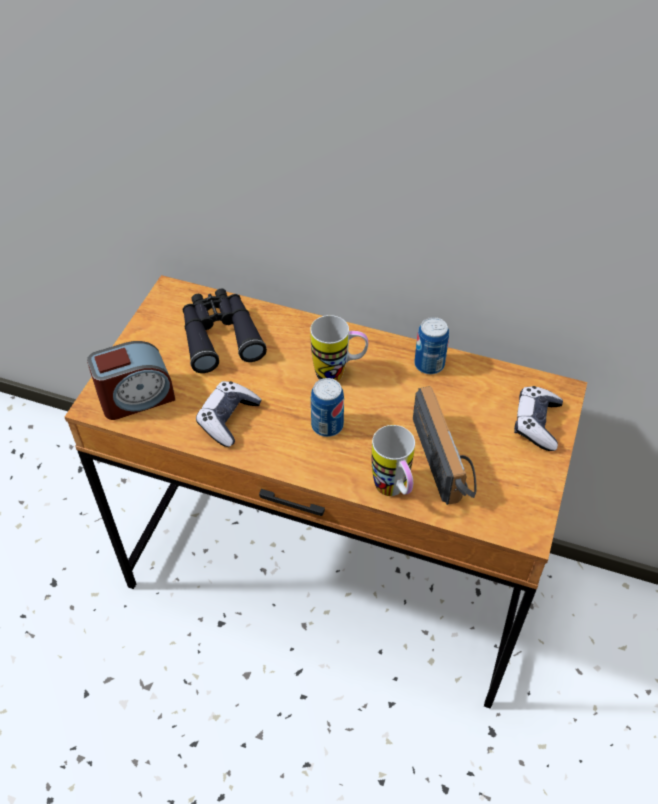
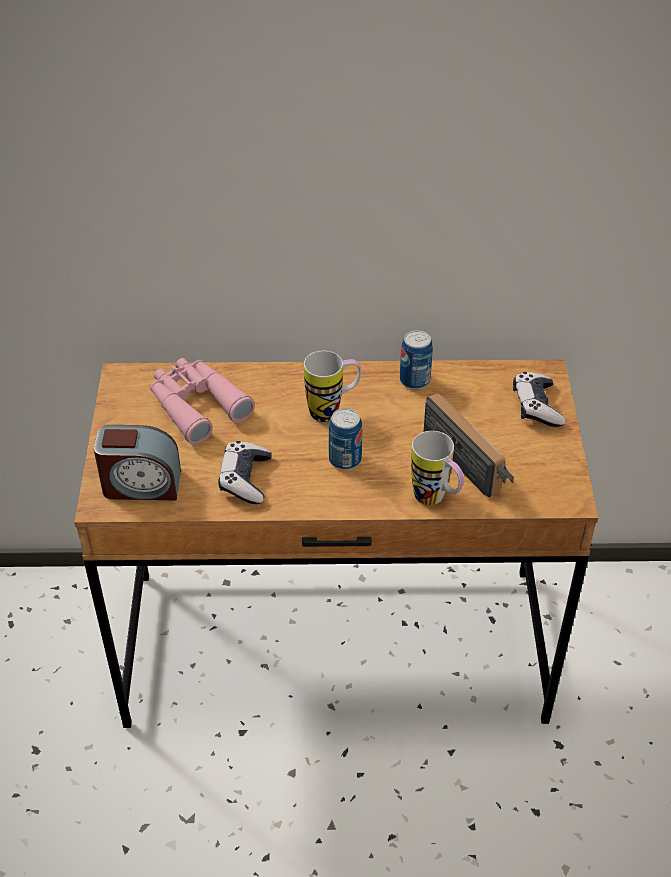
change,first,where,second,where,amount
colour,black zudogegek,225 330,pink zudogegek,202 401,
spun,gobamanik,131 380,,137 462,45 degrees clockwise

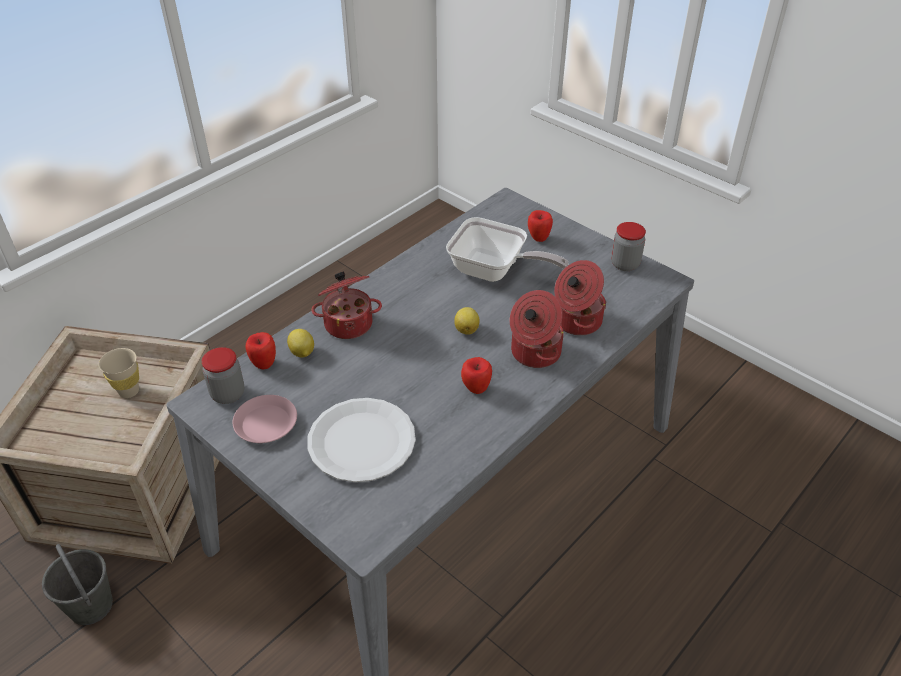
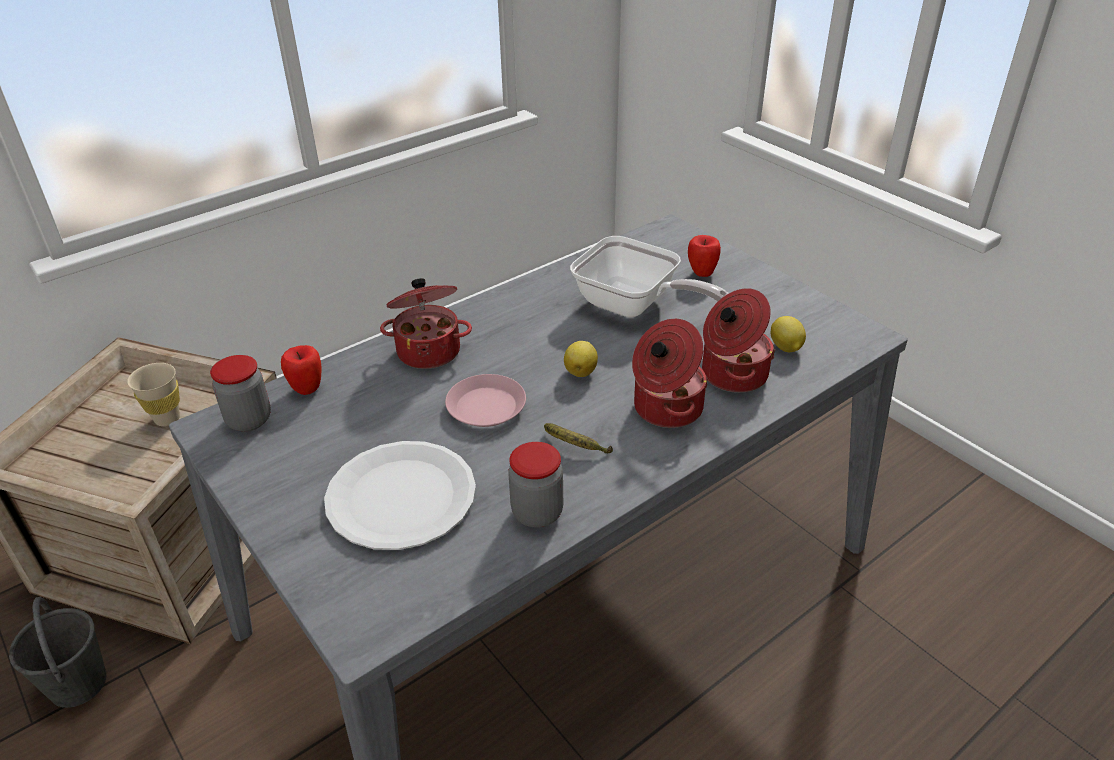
change,first,where,second,where,amount
relocated,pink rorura,265 419,,485 400,
relocated,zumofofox,300 343,,788 334,
relocated,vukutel,628 246,,535 484,
exchanged,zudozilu,476 375,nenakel,578 438,

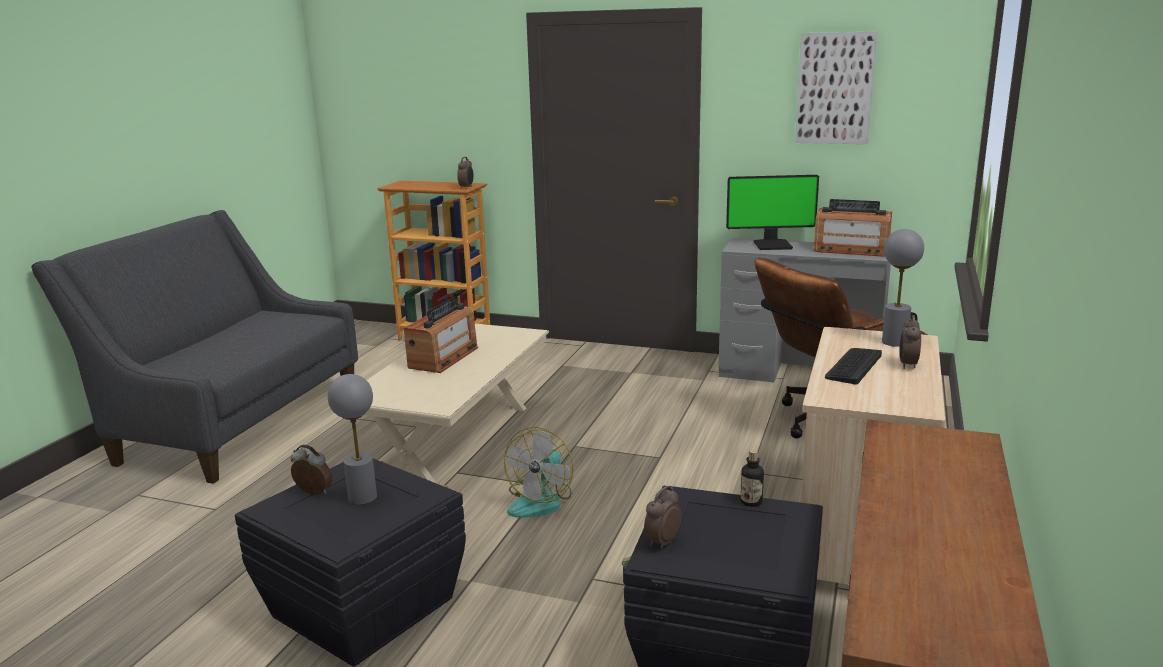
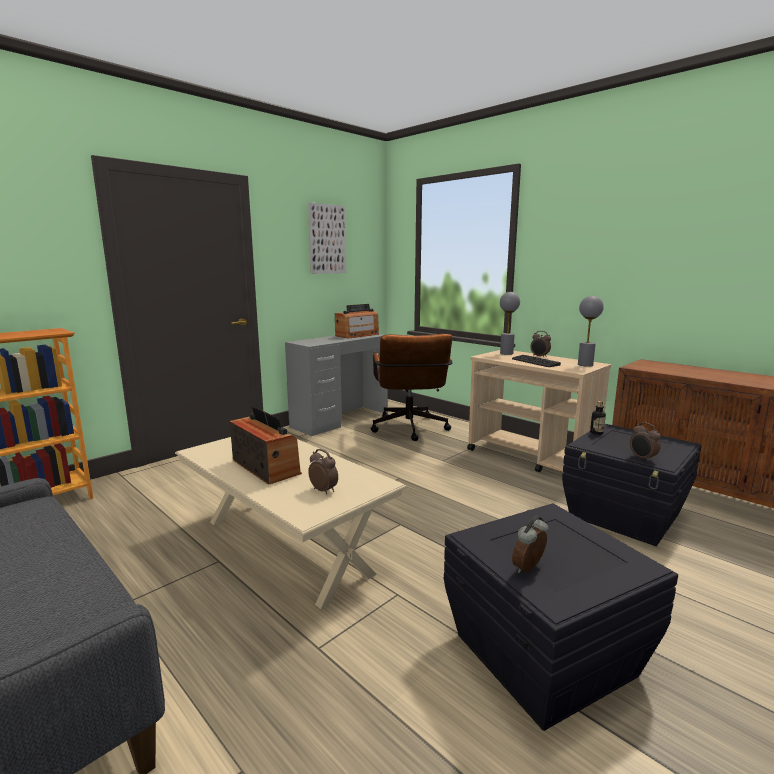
change,first,where,second,where,amount
missing,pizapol,538 472,,,
missing,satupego,772 212,,,
relocated,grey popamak,352 439,,591 331,
relocated,gobamanik,465 173,,323 471,

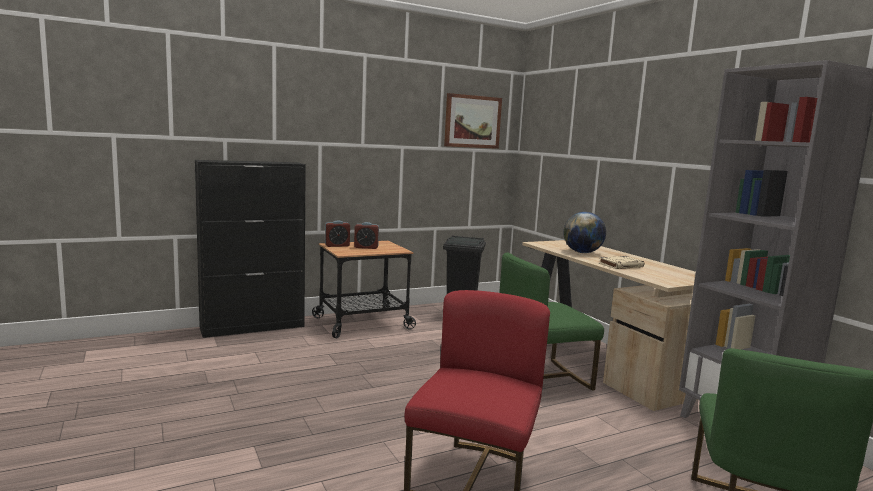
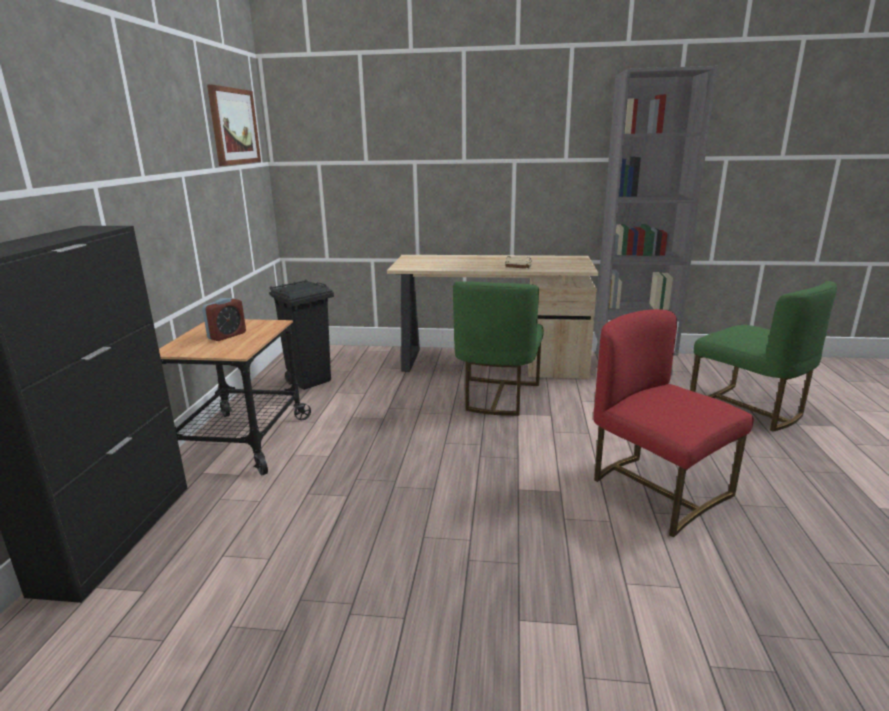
change,first,where,second,where,amount
missing,gobamanik,337 233,,,
missing,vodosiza,584 232,,,

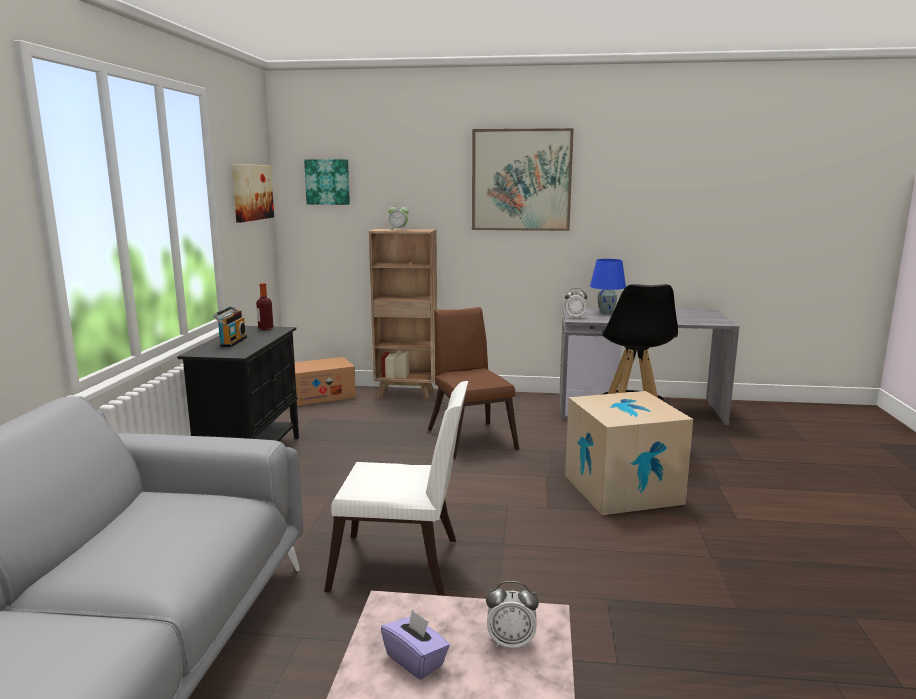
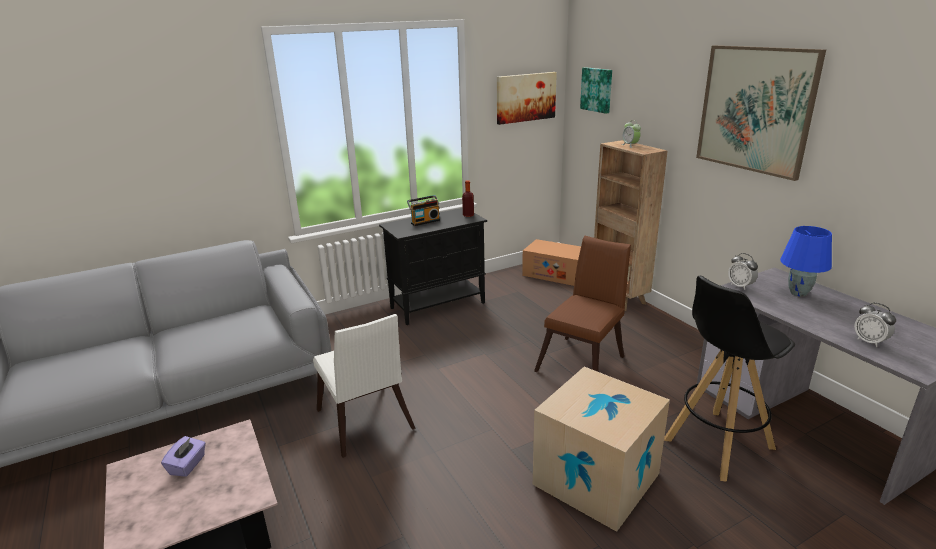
change,first,where,second,where,amount
relocated,gobamanik,512 615,,875 325,

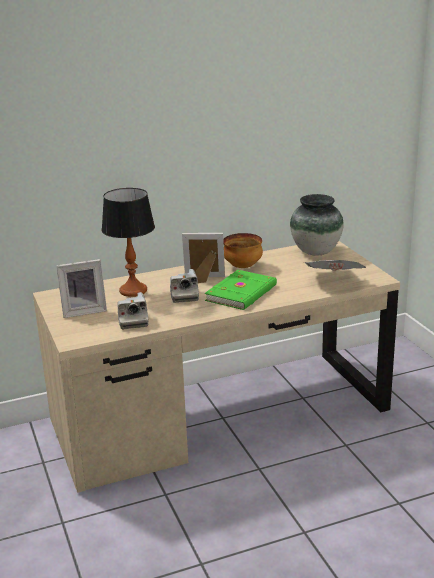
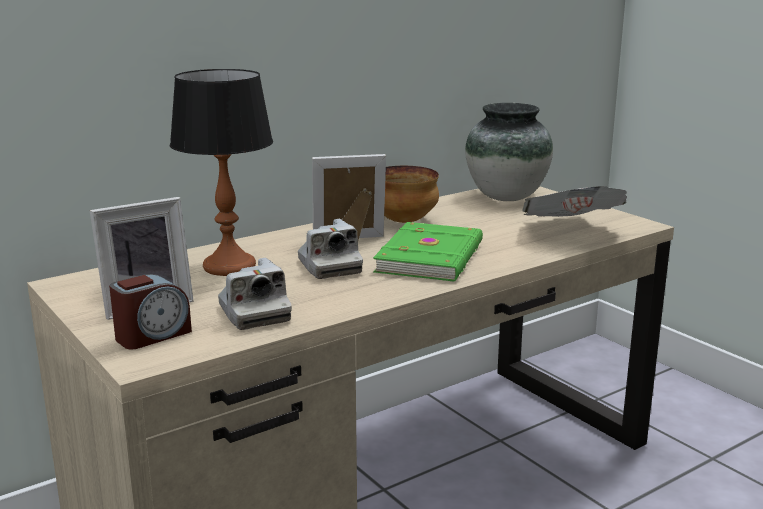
change,first,where,second,where,amount
appeared,,,gobamanik,150 312,

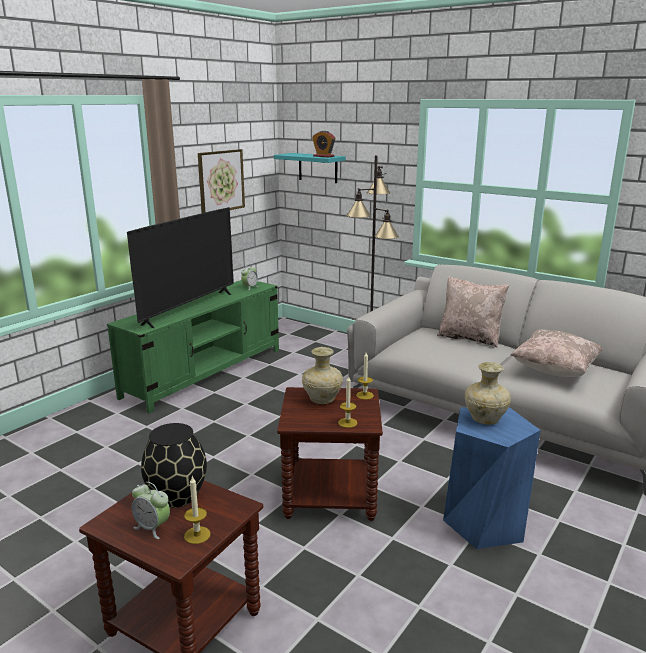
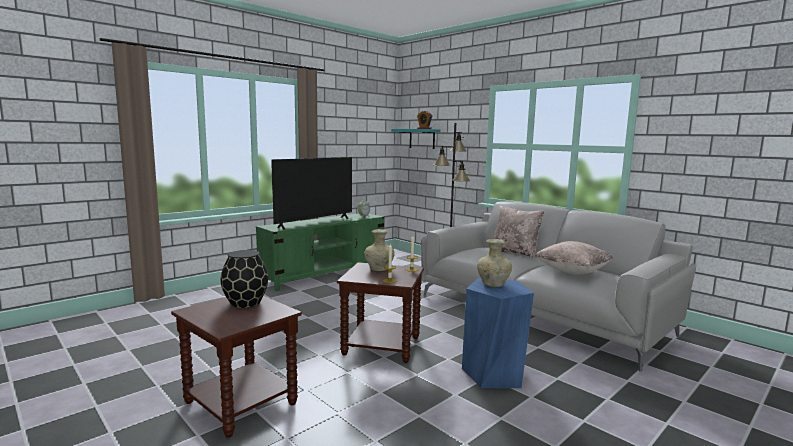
change,first,where,second,where,amount
missing,gobamanik,151 510,,,
missing,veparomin,197 510,,,
missing,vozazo,221 181,,,

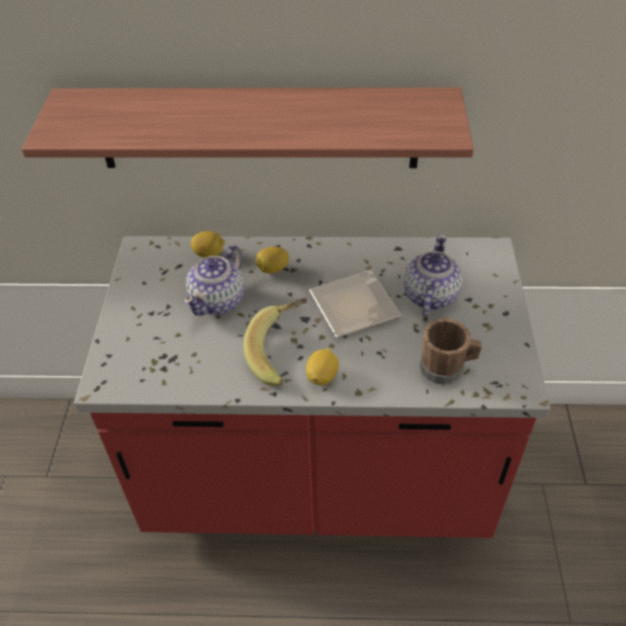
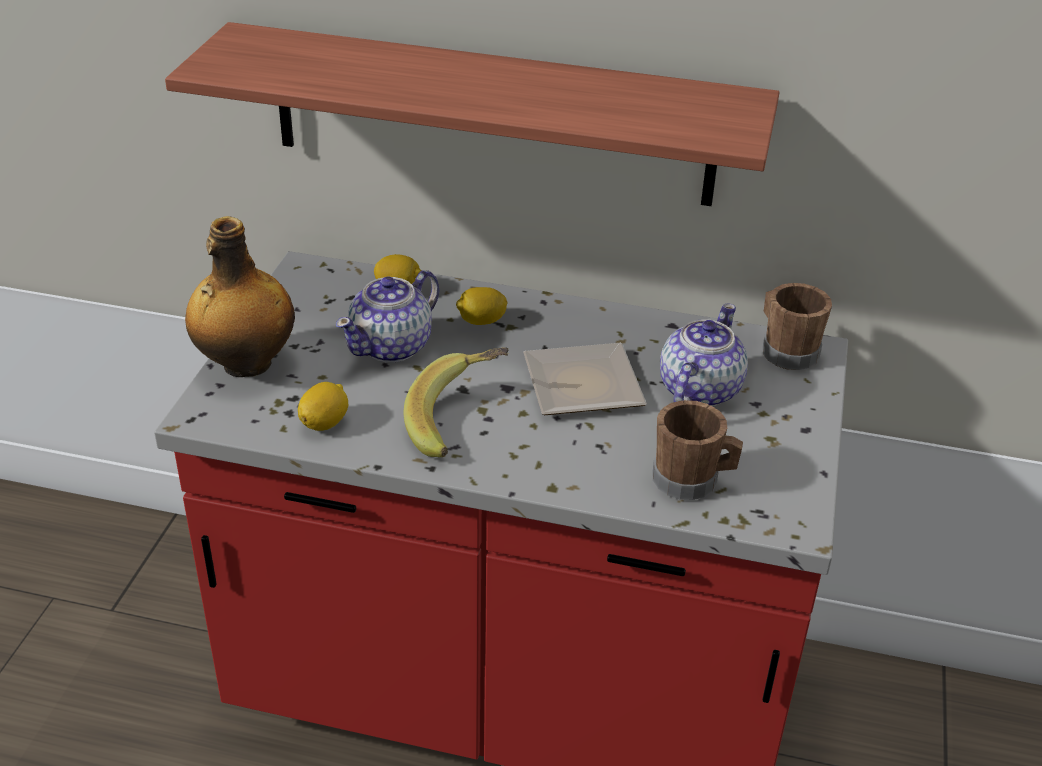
change,first,where,second,where,amount
appeared,,,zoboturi,240 296,
appeared,,,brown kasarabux,797 326,
relocated,zumofofox,322 367,,323 406,

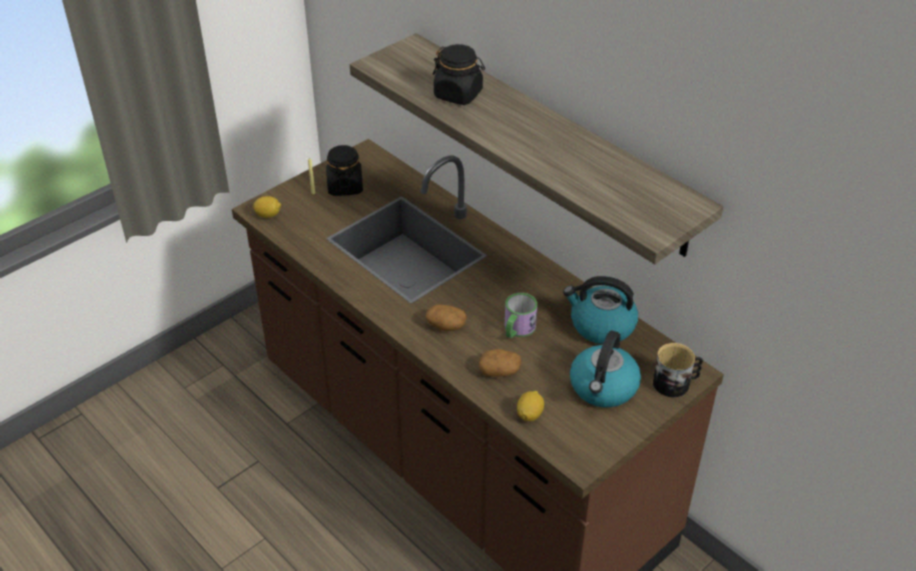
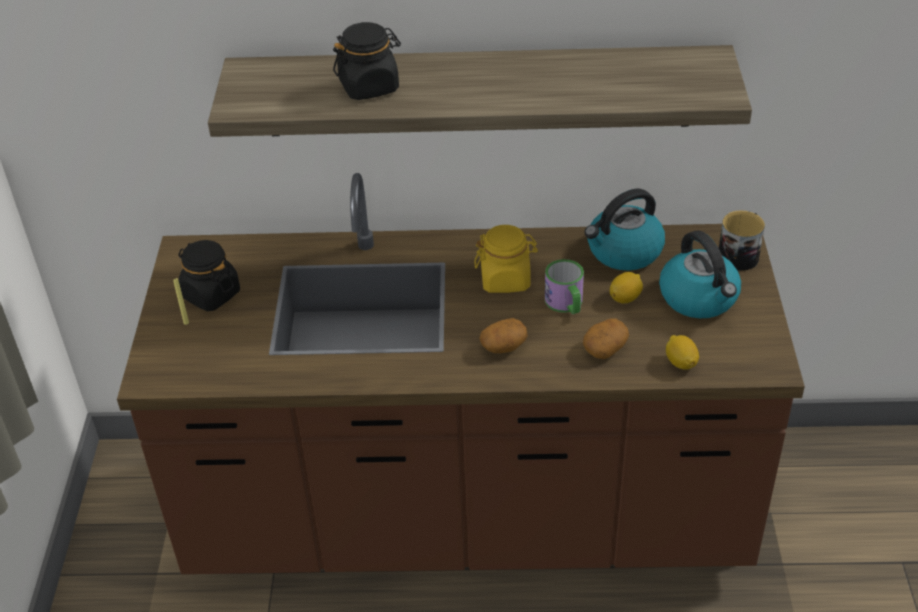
change,first,where,second,where,amount
appeared,,,yellow vukutel,506 259,
relocated,zumofofox,267 207,,626 288,

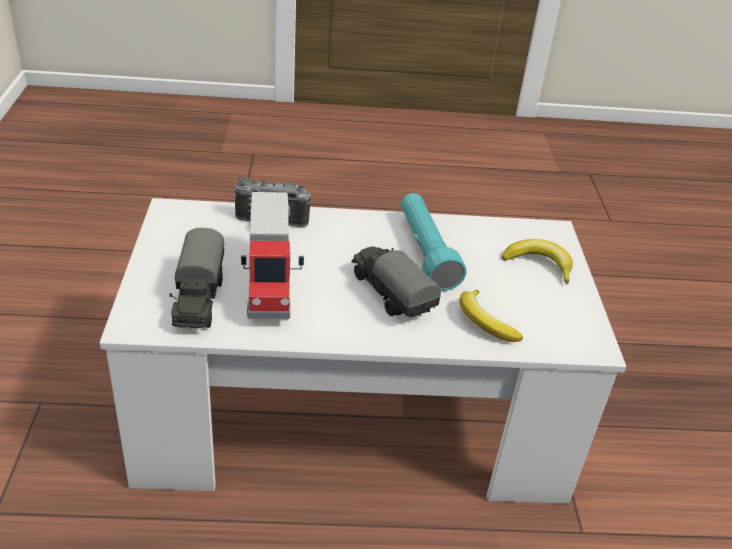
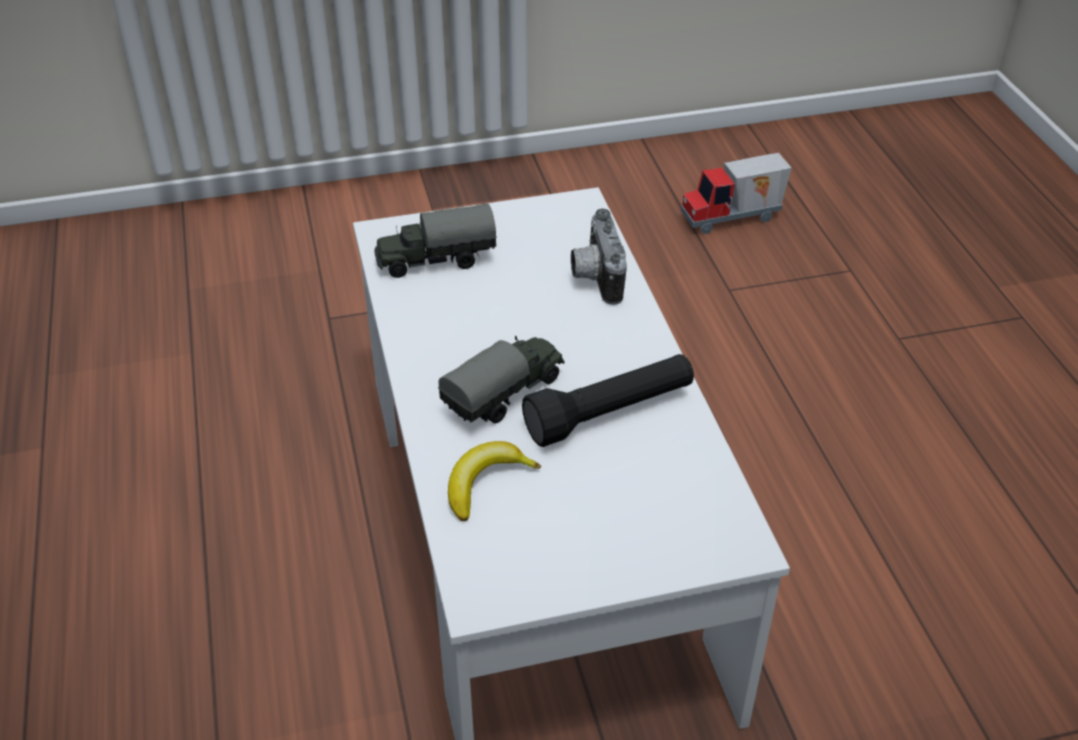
change,first,where,second,where,amount
missing,nenakel,537 261,,,
relocated,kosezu,272 255,,736 193,
colour,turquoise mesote,434 242,black mesote,608 400,

